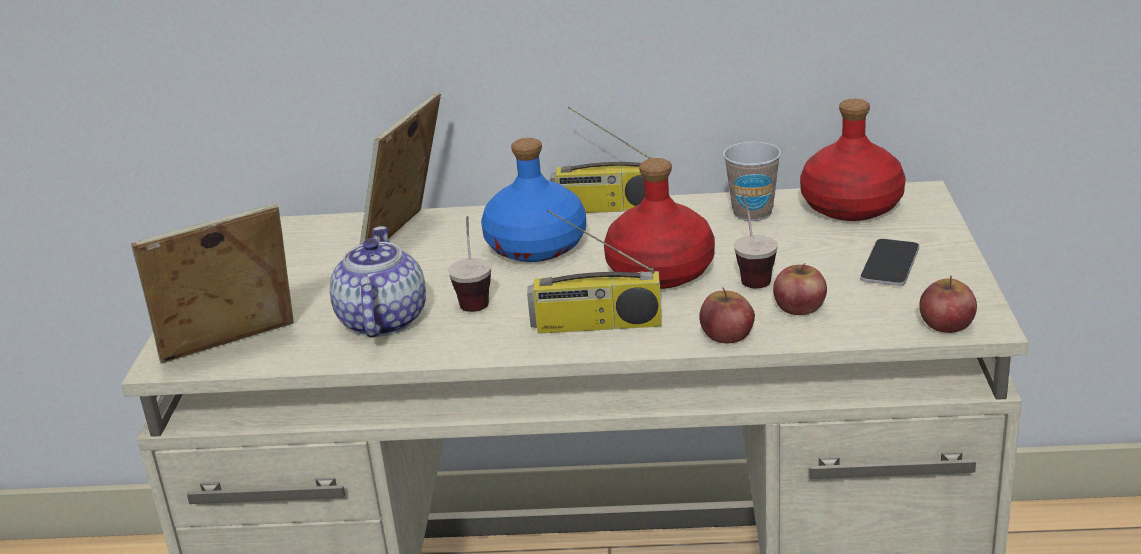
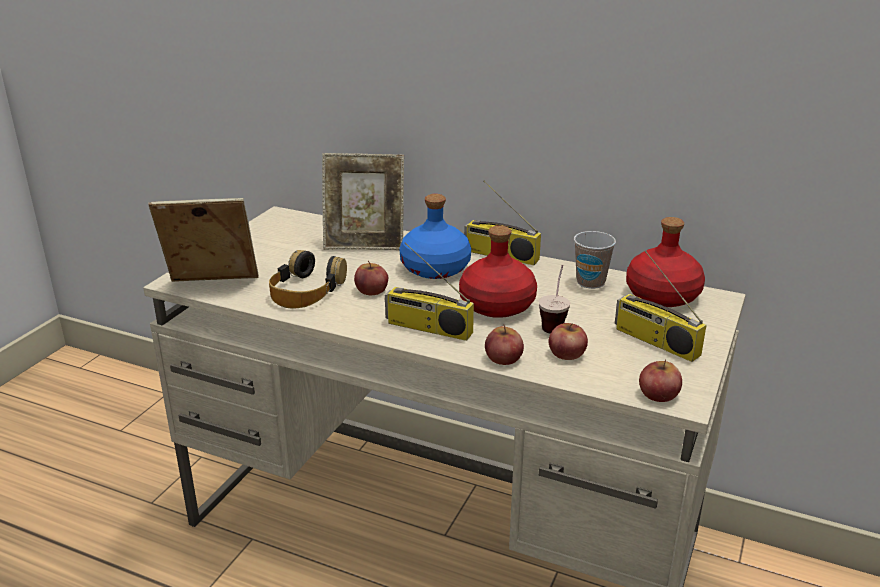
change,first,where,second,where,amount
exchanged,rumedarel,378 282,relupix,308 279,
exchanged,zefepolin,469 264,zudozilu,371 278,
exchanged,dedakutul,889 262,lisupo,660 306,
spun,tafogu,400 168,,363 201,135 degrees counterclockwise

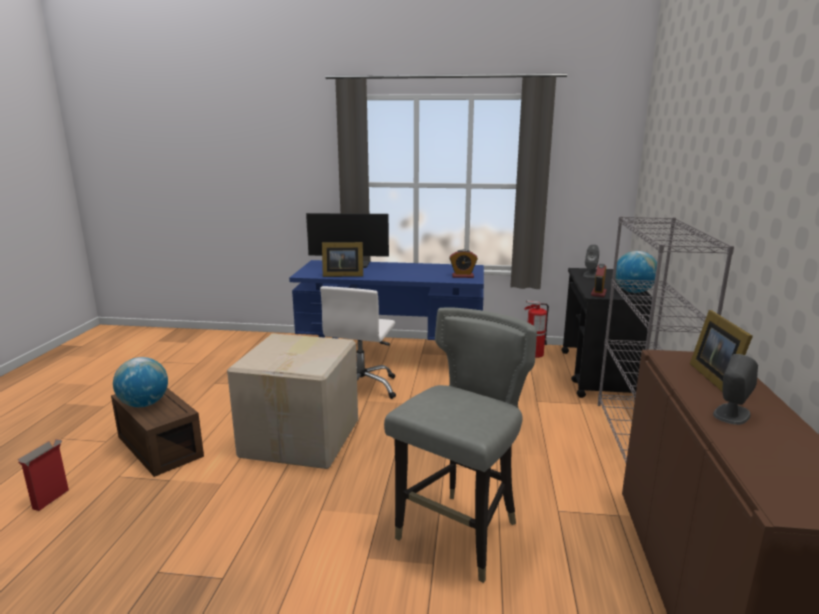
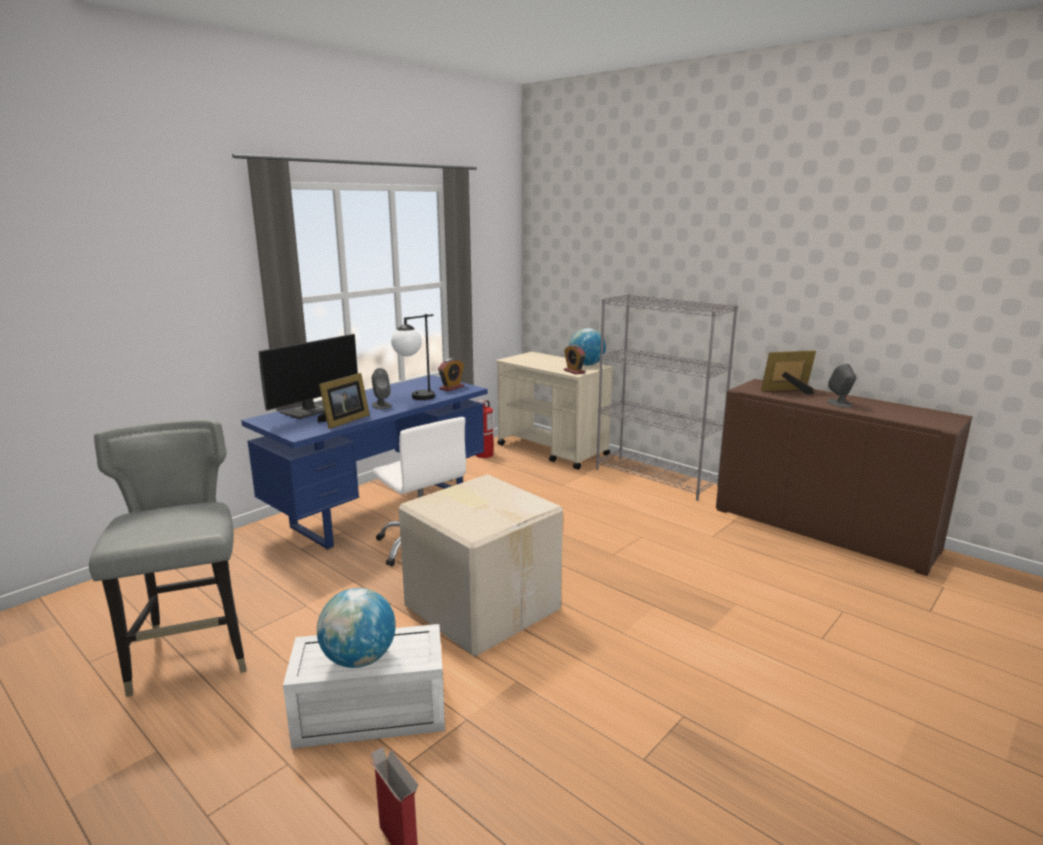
change,first,where,second,where,amount
appeared,,,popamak,413 357,
relocated,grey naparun,460 445,,168 558,
relocated,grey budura,591 261,,382 388,
colour,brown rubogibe,157 432,white rubogibe,364 686,
colour,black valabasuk,607 333,beige valabasuk,554 411,
spun,tafogu,721 351,,788 372,135 degrees clockwise

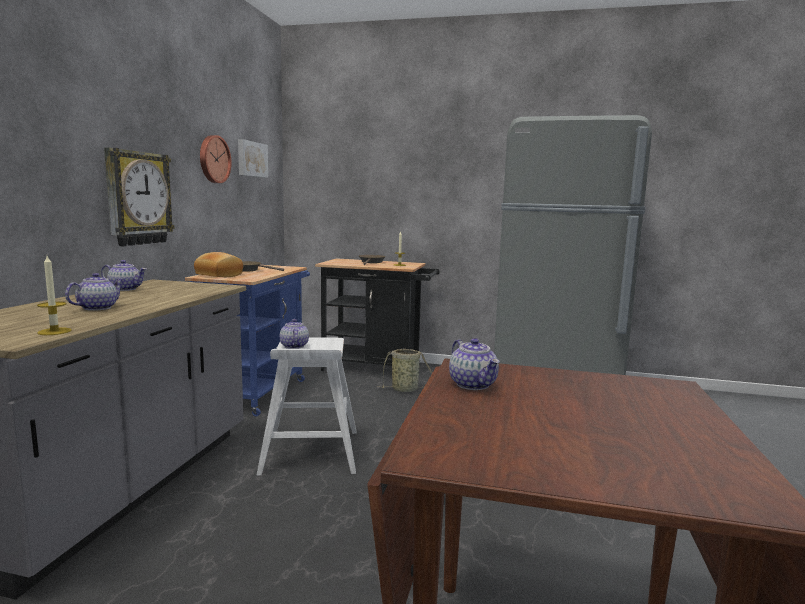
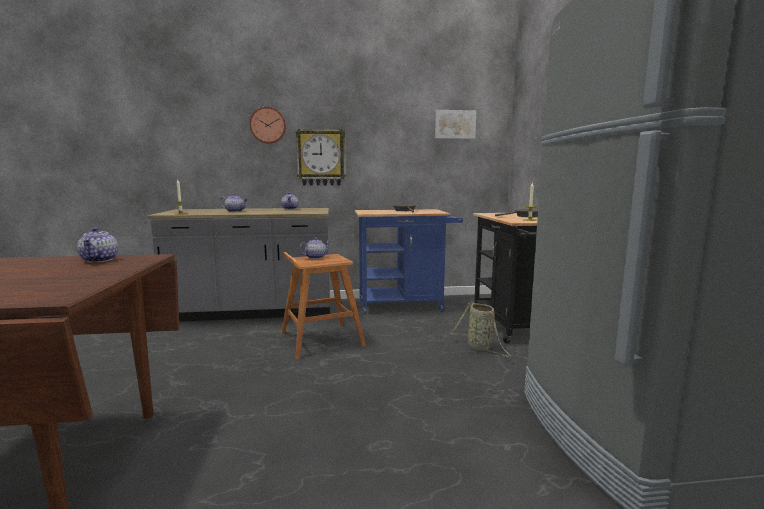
change,first,where,second,where,amount
missing,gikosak,218 264,,,
relocated,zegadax,216 159,,267 125,
colour,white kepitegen,307 406,brown kepitegen,323 305,
spun,rumedarel,474 364,,97 244,60 degrees counterclockwise

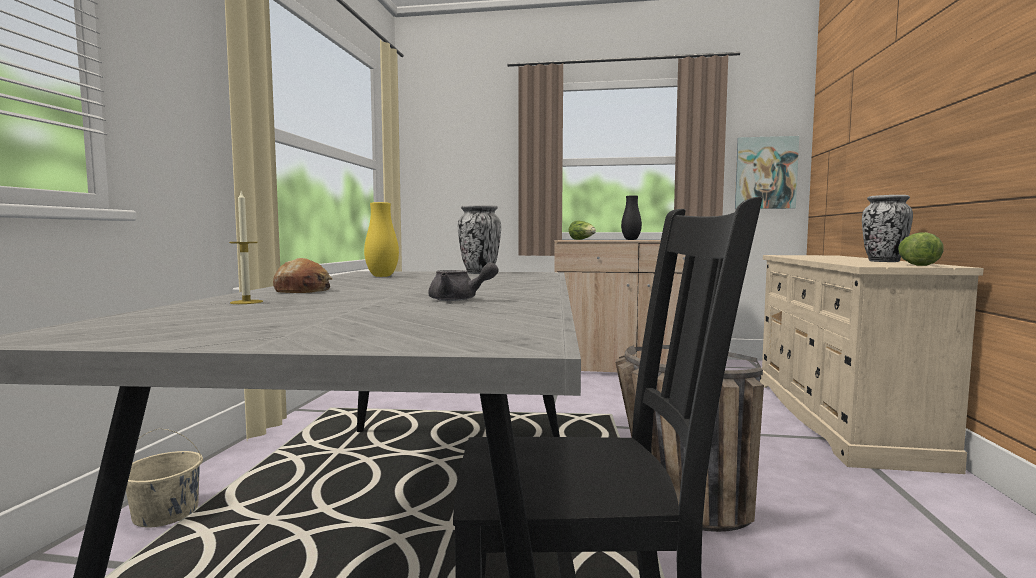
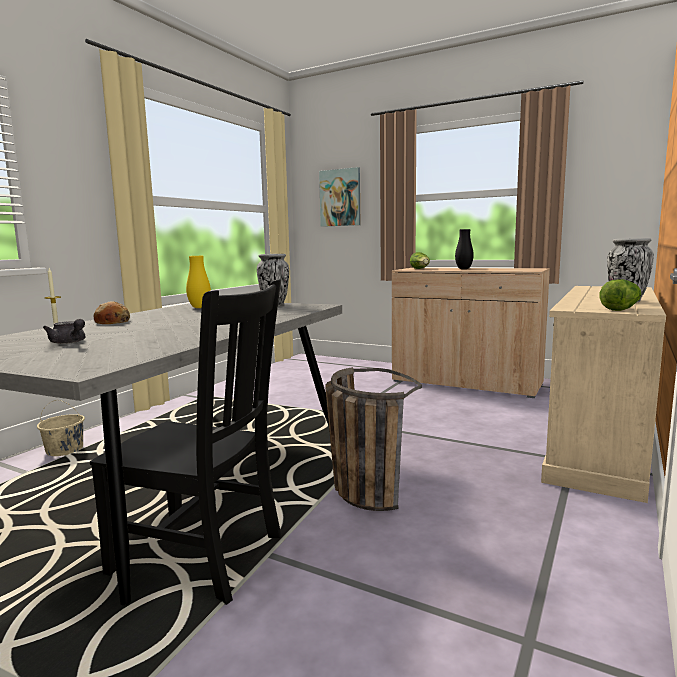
change,first,where,second,where,amount
relocated,grey rumedarel,463 281,,64 331,
relocated,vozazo,767 172,,340 197,

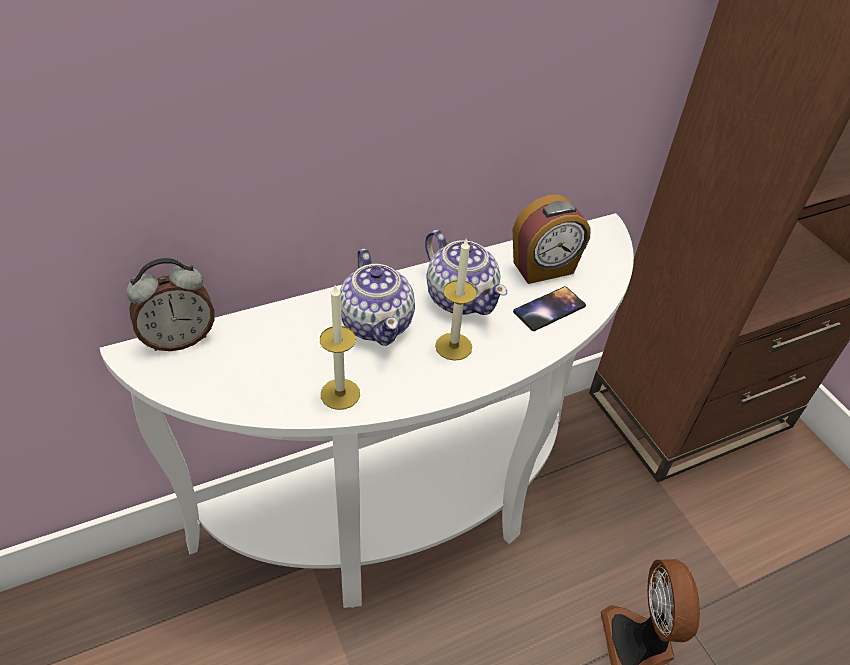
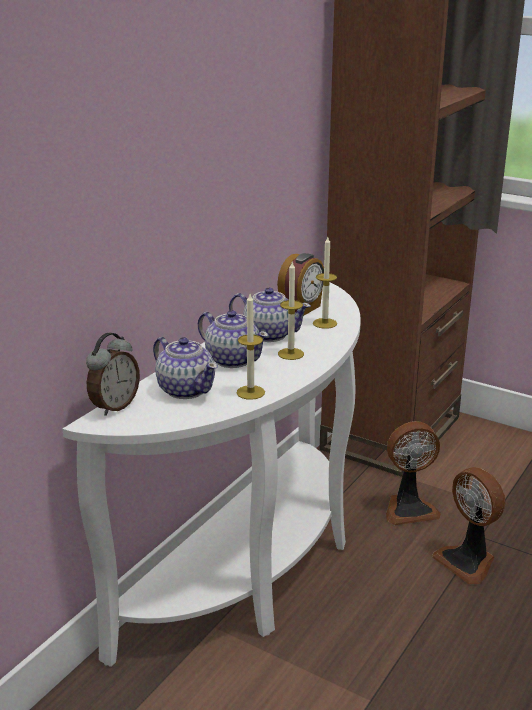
change,first,where,second,where,amount
appeared,,,rumedarel,185 368,
appeared,,,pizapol,413 473,
exchanged,dedakutul,549 309,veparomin,325 283,

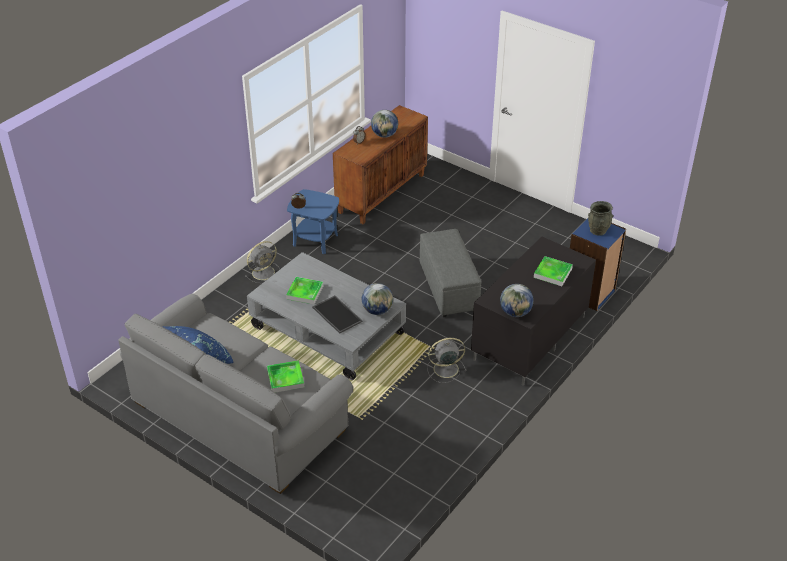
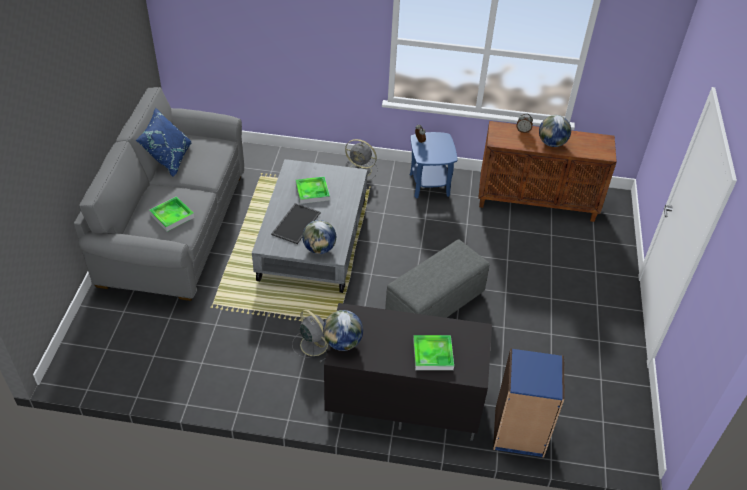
change,first,where,second,where,amount
missing,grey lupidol,600 218,,,

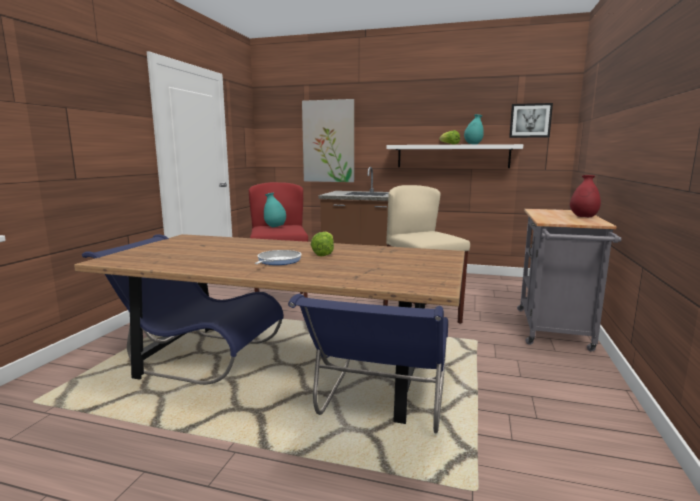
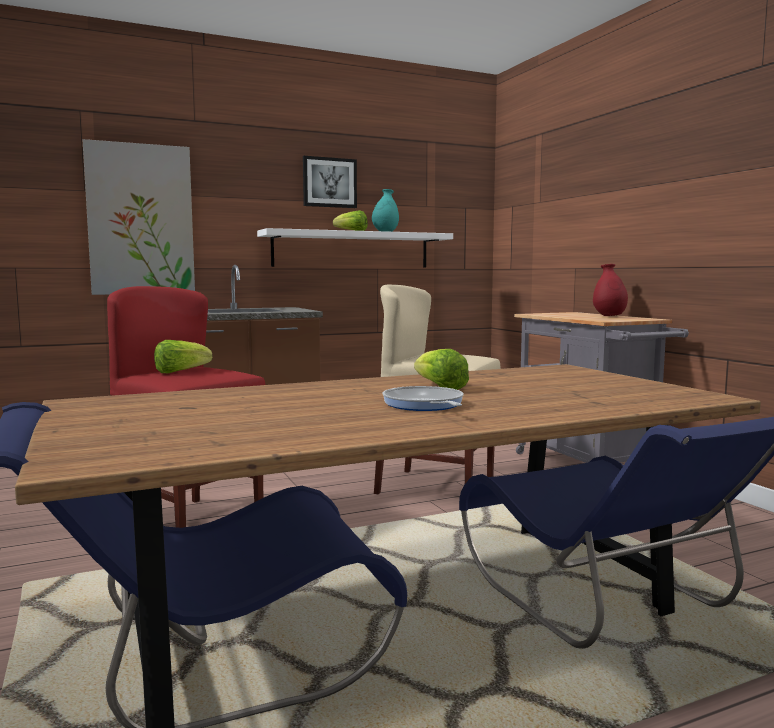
change,first,where,second,where,amount
relocated,vozazo,531 120,,330 182,
exchanged,turquoise lupidol,275 210,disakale,183 356,

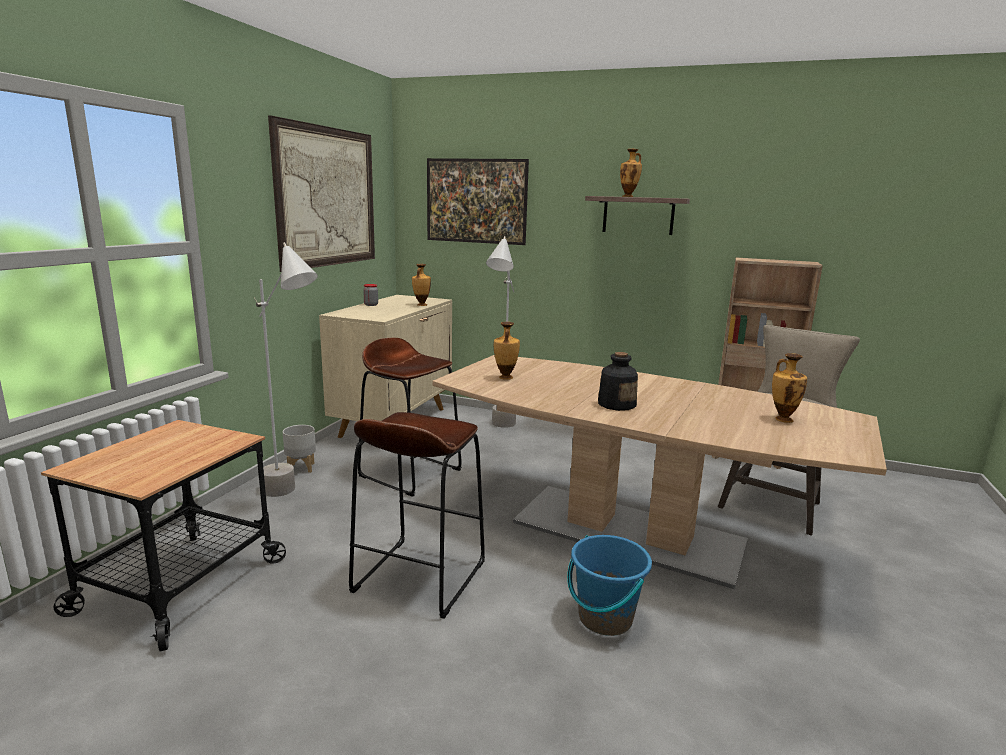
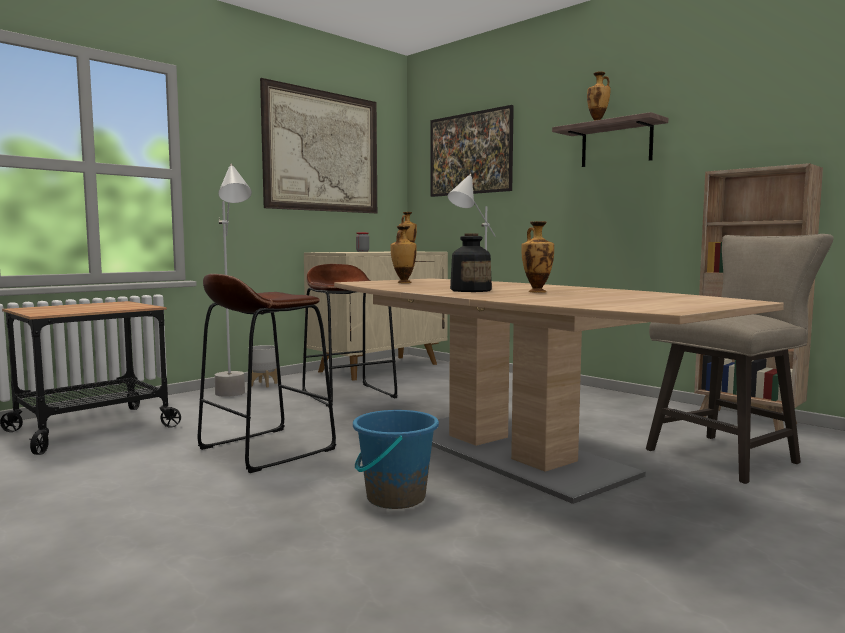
change,first,where,second,where,amount
relocated,lupidol,789 388,,537 257,

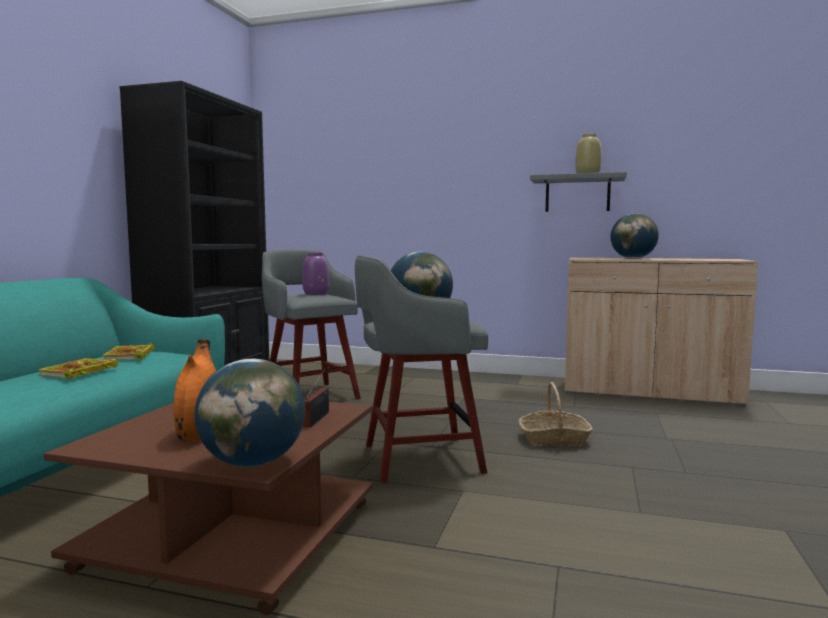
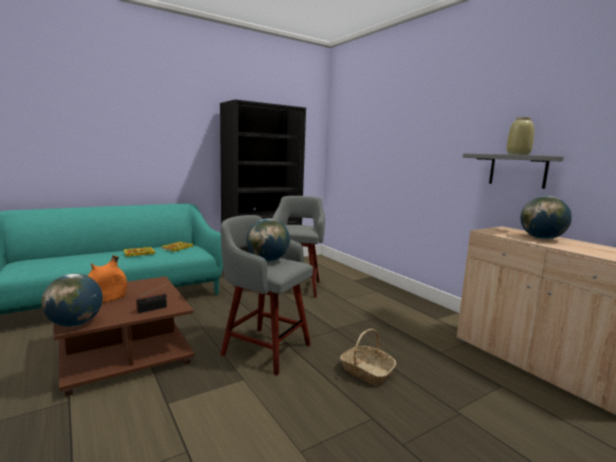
change,first,where,second,where,amount
missing,purple lupidol,315 273,,,

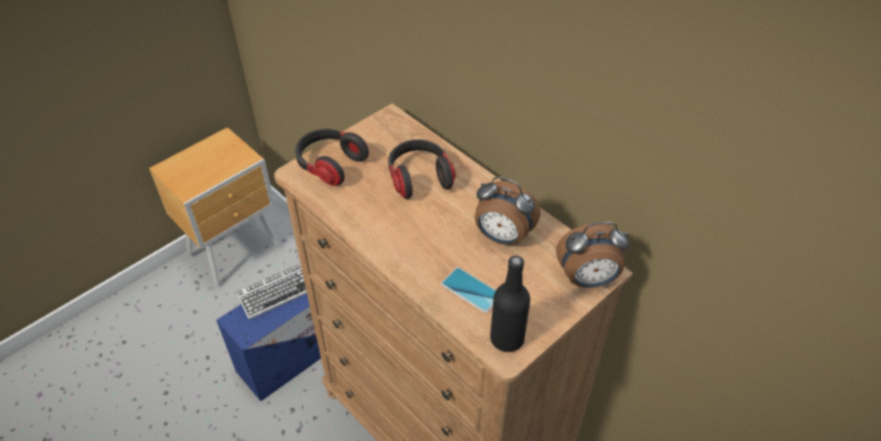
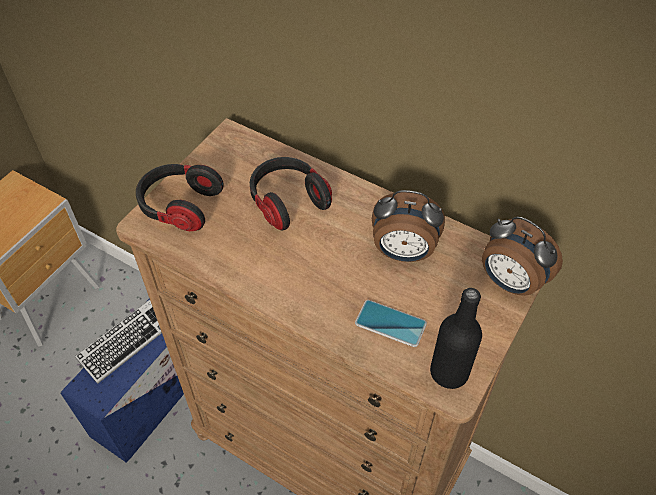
change,first,where,second,where,amount
spun,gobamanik,592 255,,522 256,60 degrees clockwise

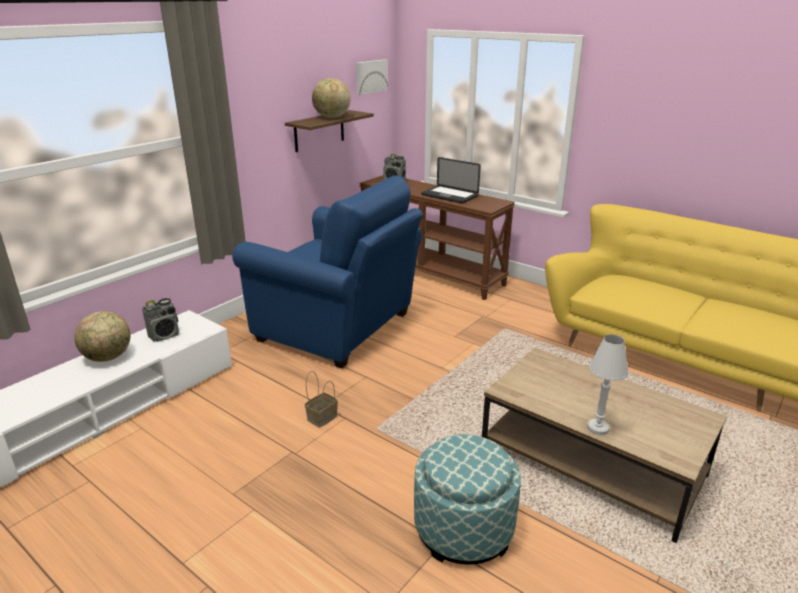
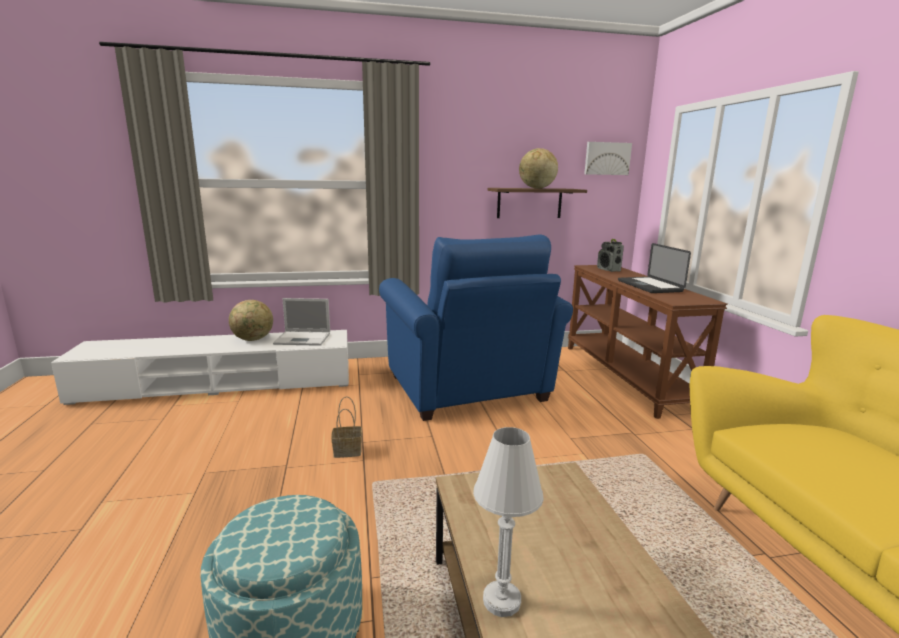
change,first,where,second,where,amount
exchanged,lisupo,160 320,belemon,301 322,

